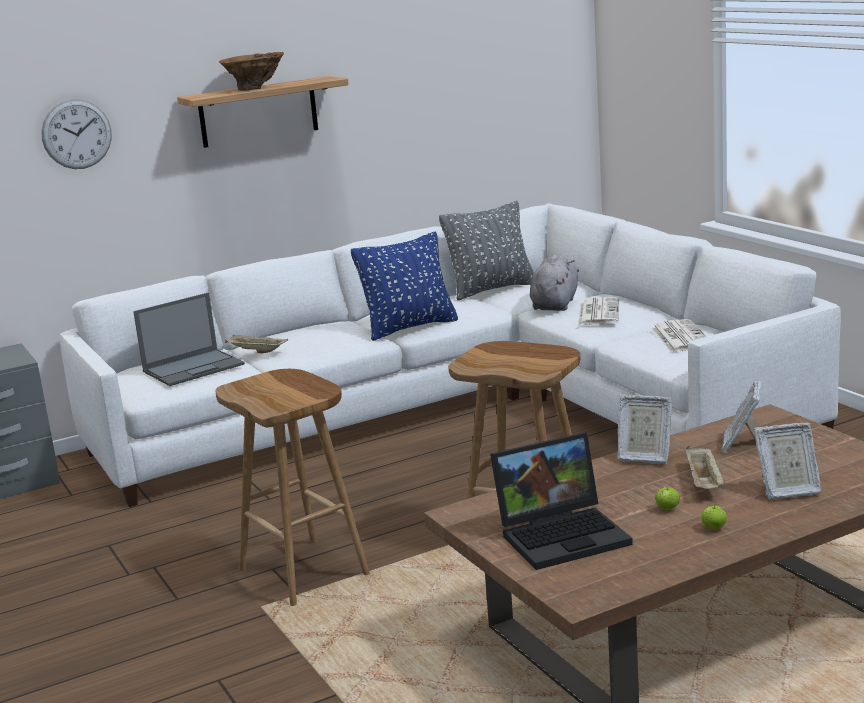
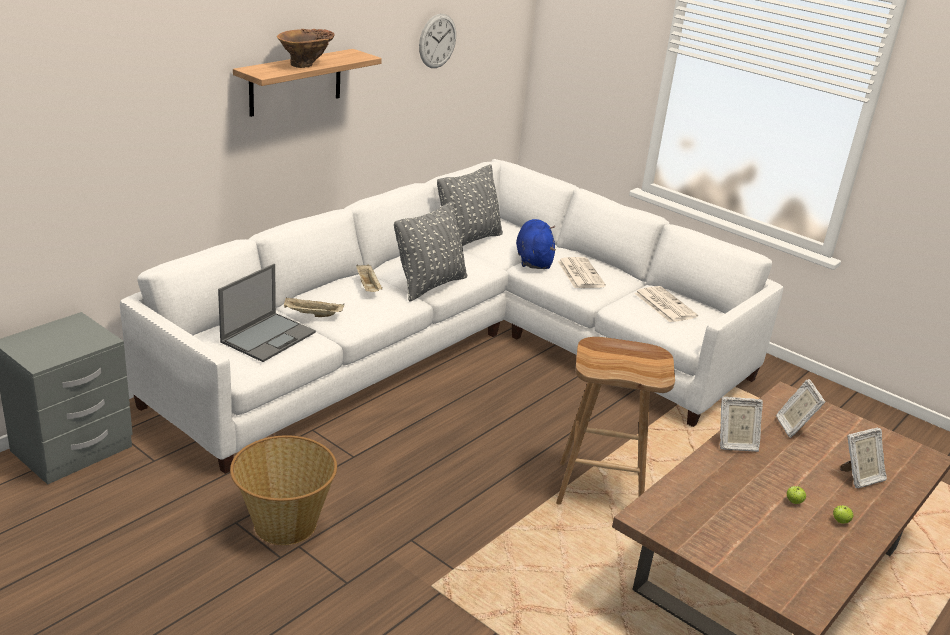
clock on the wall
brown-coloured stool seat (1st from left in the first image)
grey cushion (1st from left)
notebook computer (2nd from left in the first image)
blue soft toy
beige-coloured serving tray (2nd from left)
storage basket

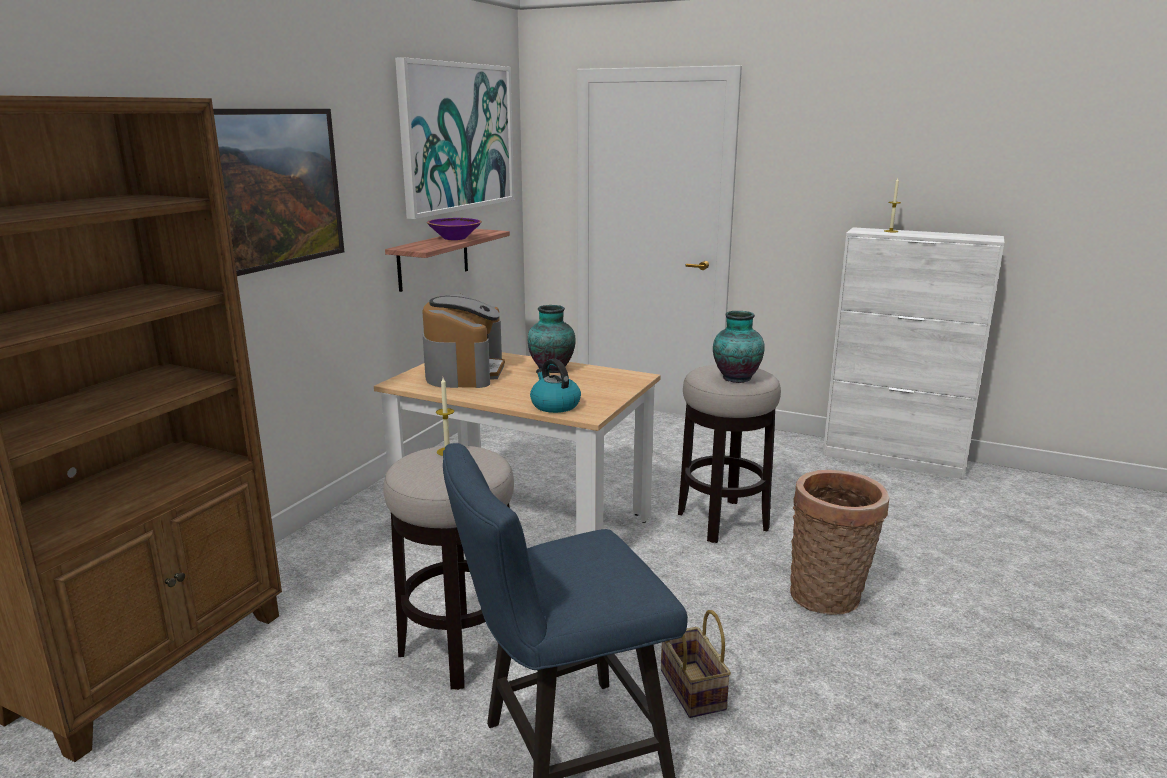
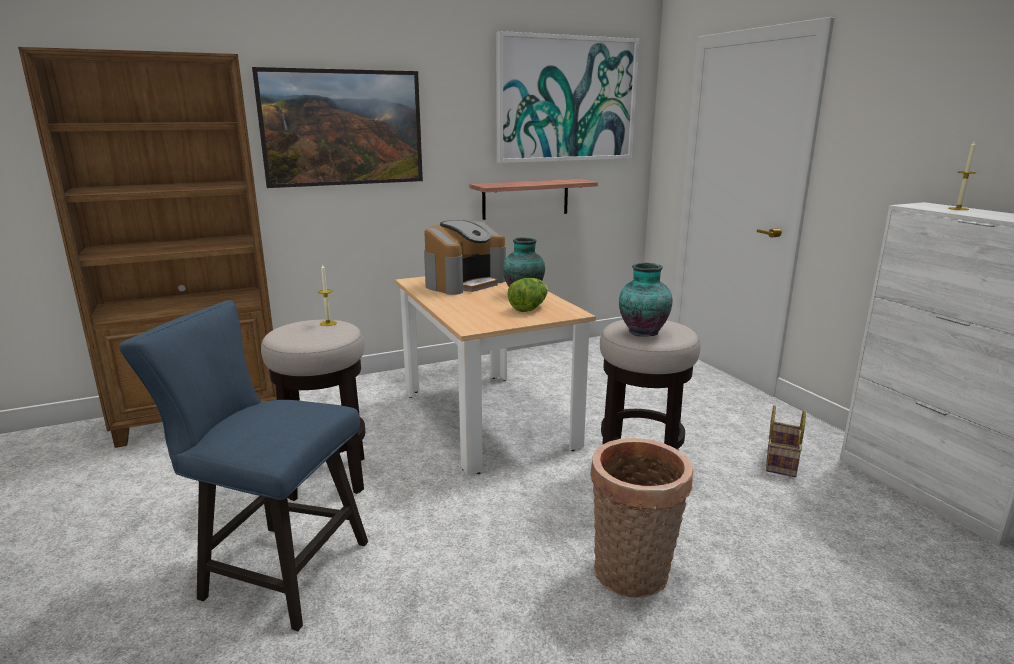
purple serving bowl
tea kettle
storage basket (2nd from left)
lettuce

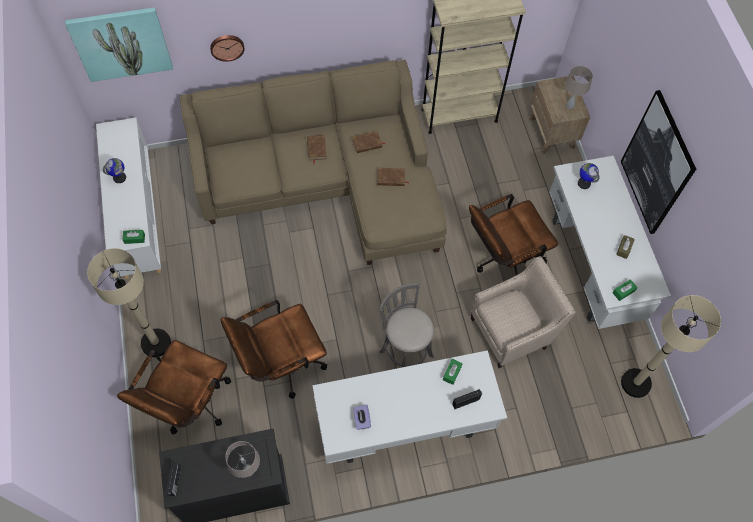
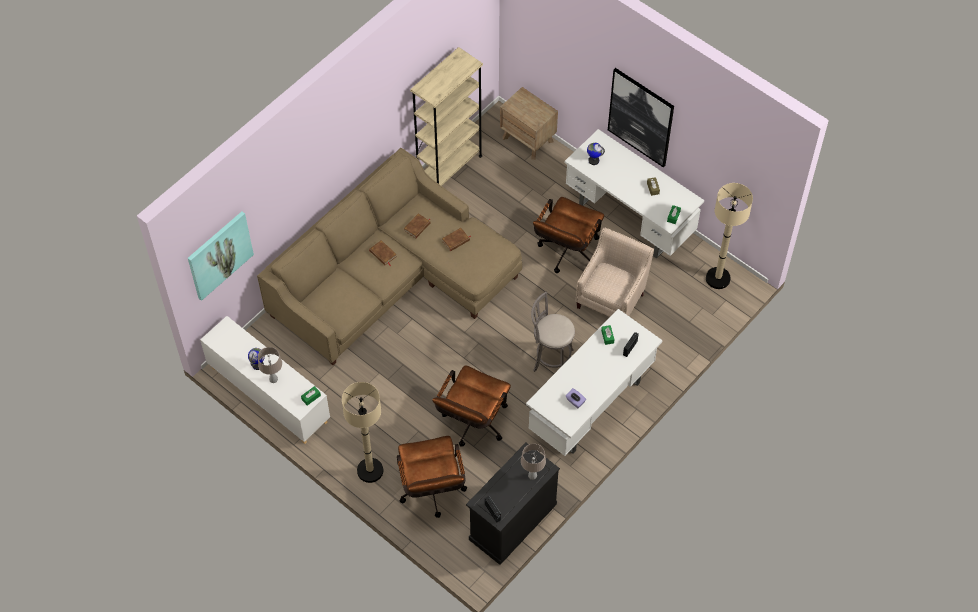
clock on the wall
beige-coloured table lamp (1st from left)

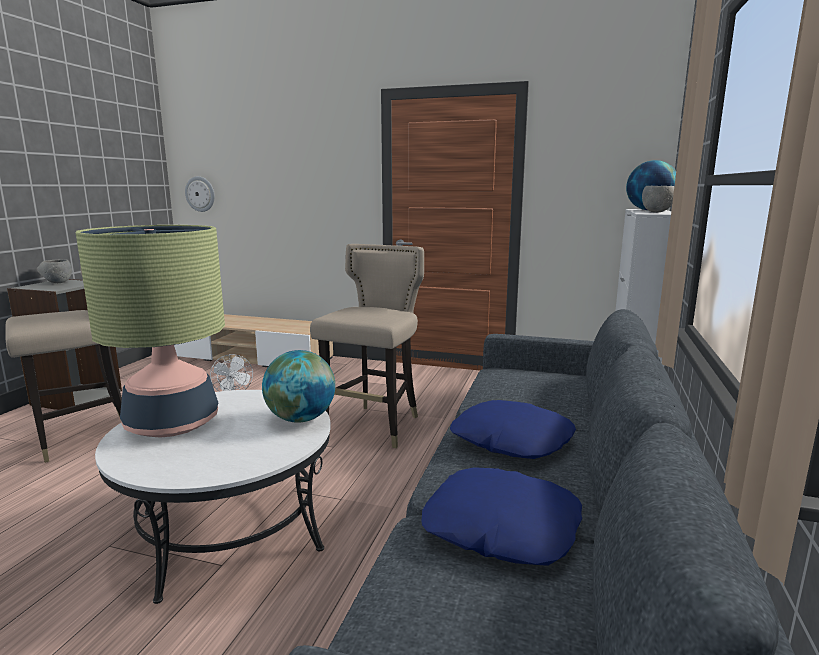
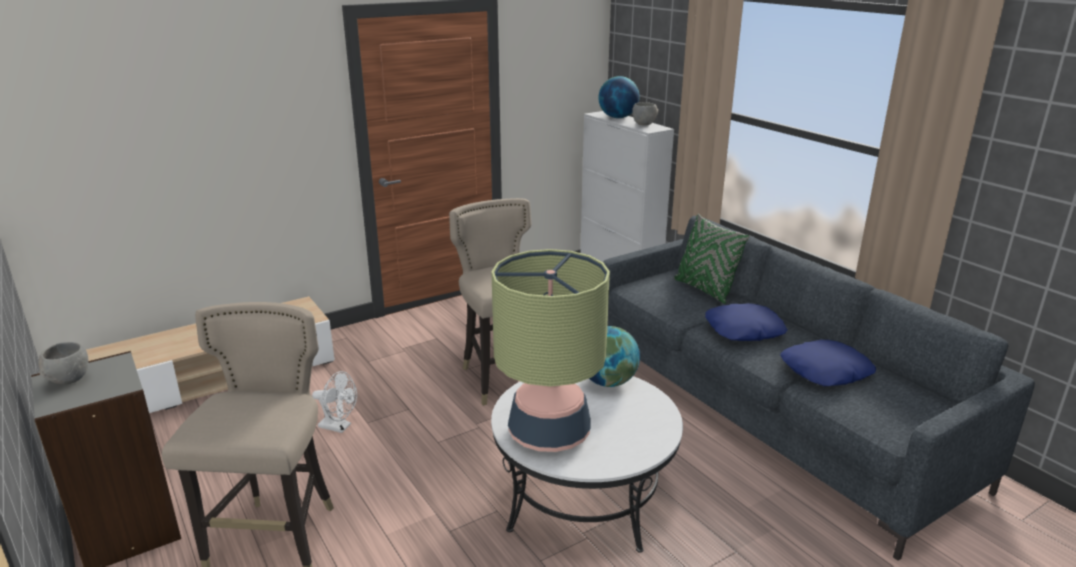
clock on the wall
green-coloured cushion

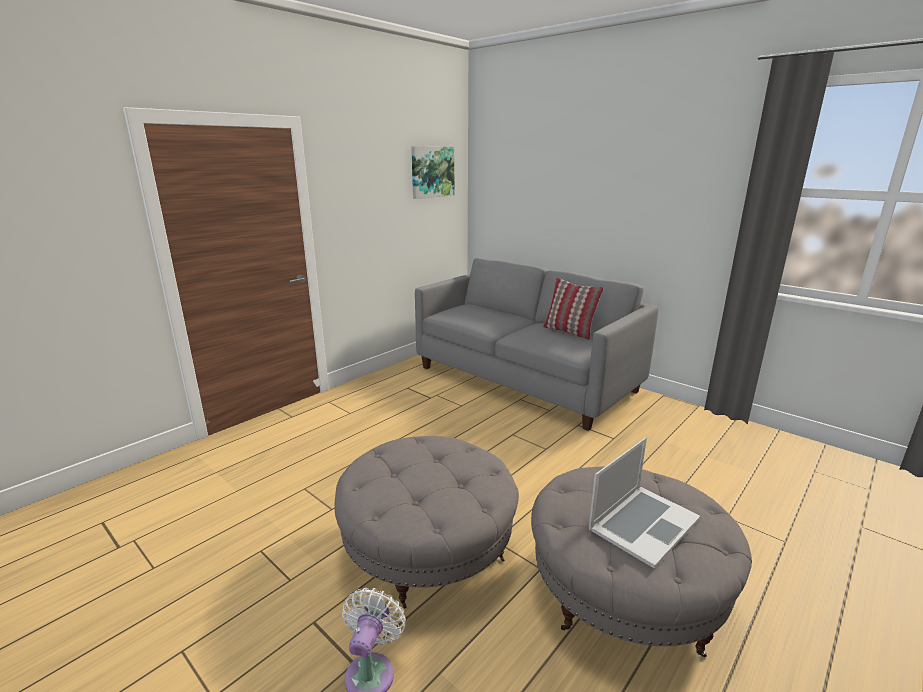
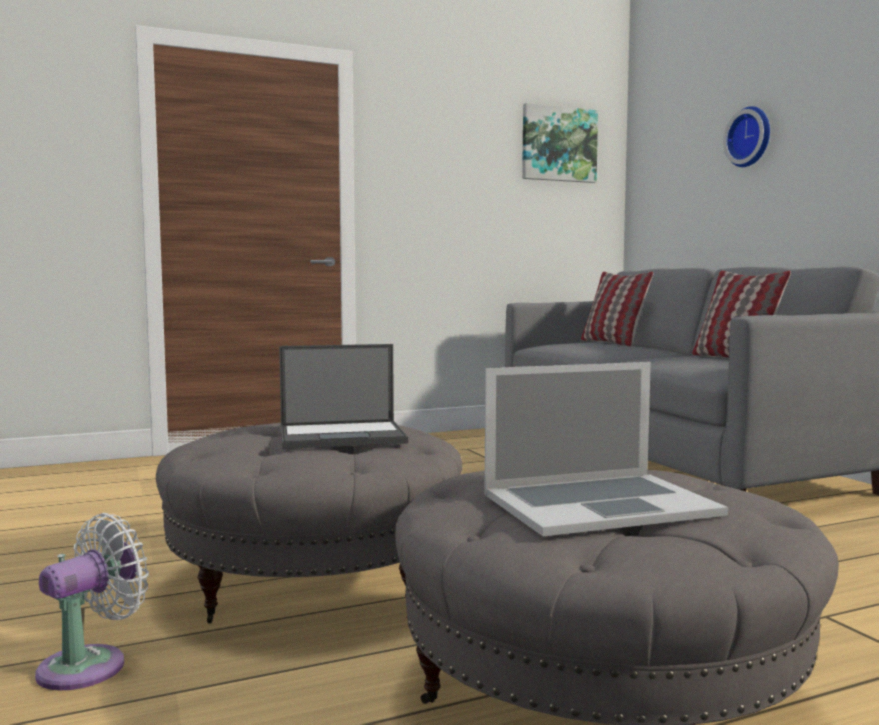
notebook computer (1st from left)
cushion (1st from left)
clock on the wall

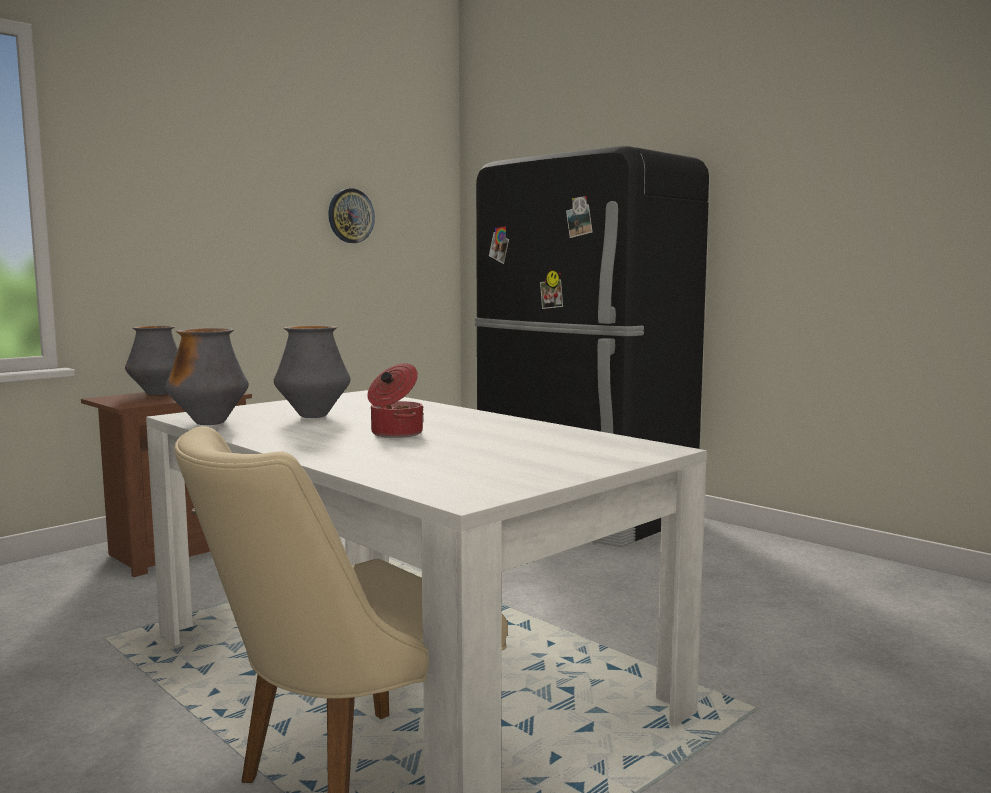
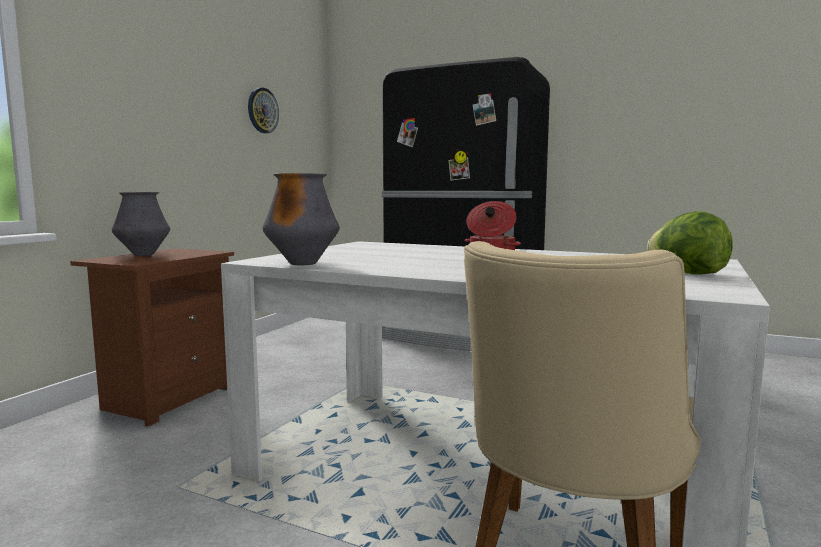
vase (3rd from left in the first image)
lettuce

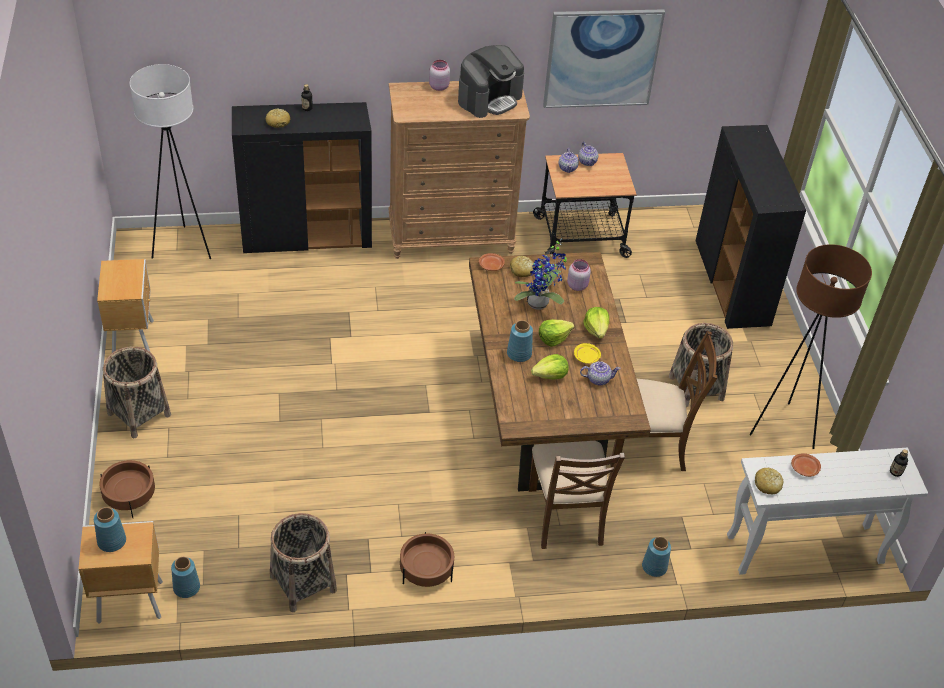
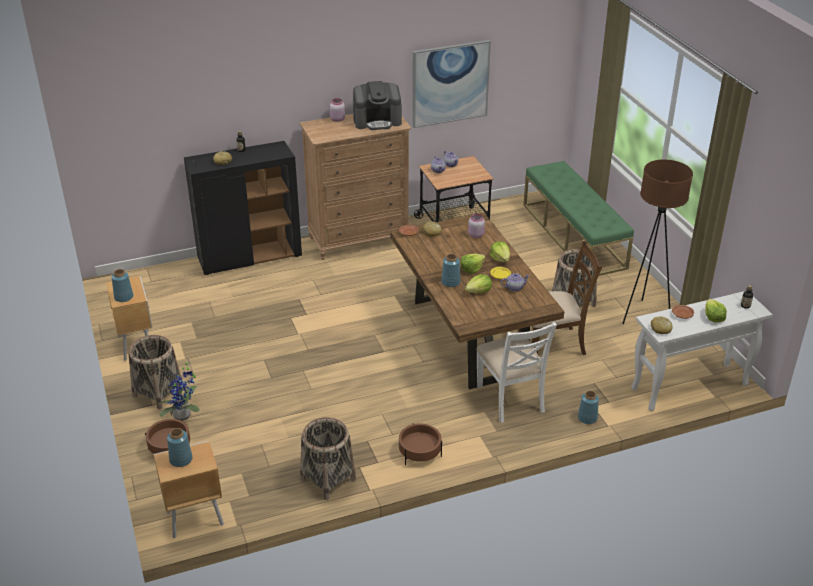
white floor lamp
blue vase (1st from left)
coffee brewer
houseplant
white plain chair
green-coloured indoor bench
lettuce (4th from left)

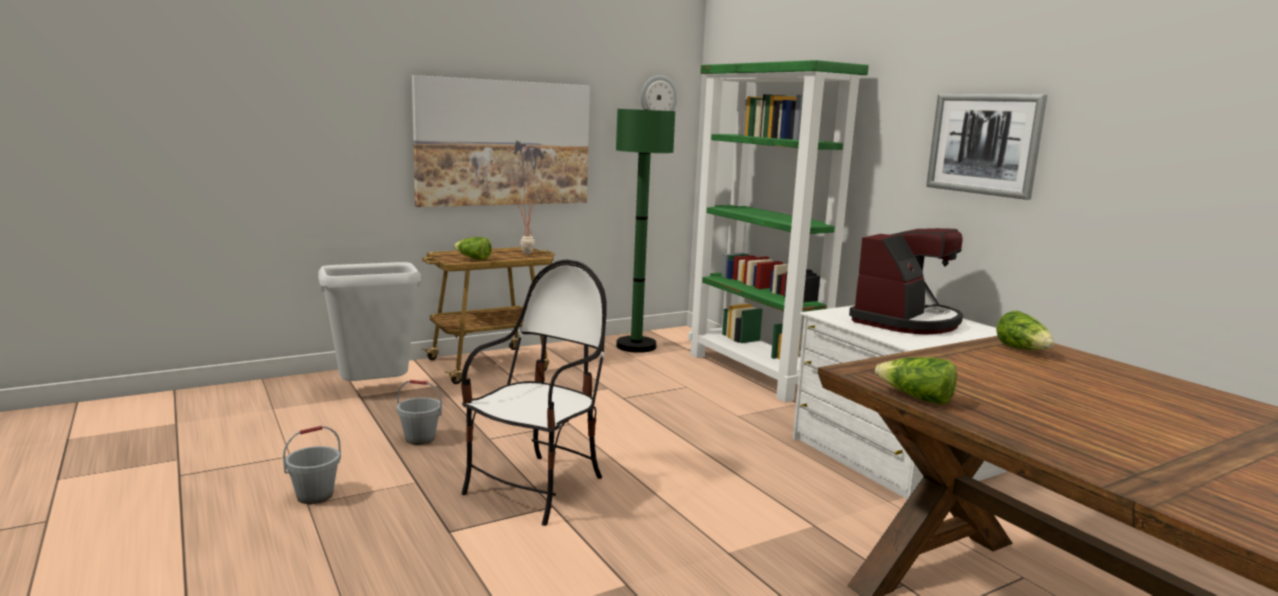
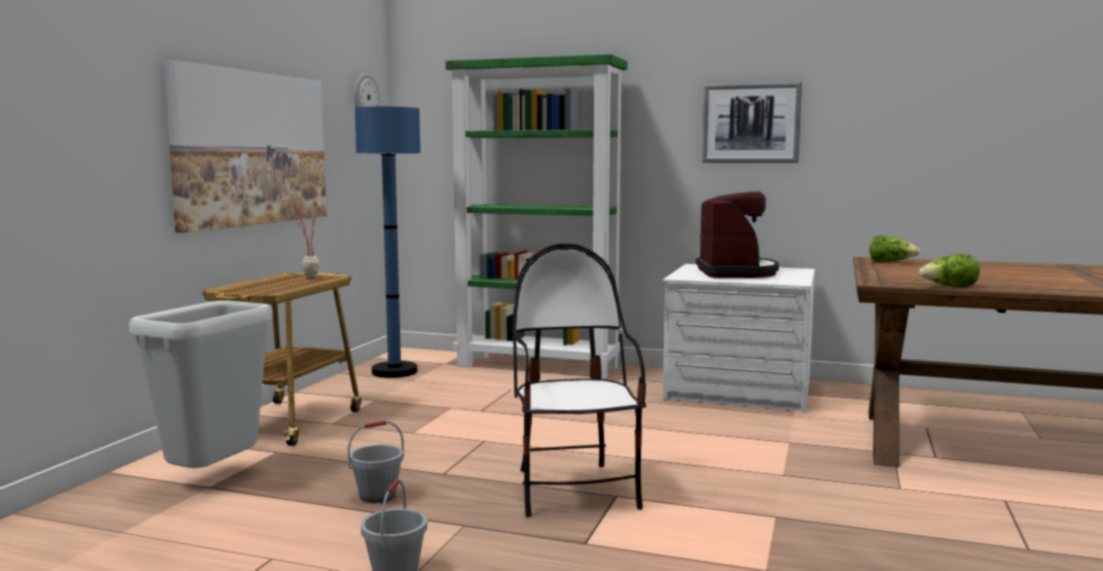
lettuce (1st from left in the first image)
blue floor lamp

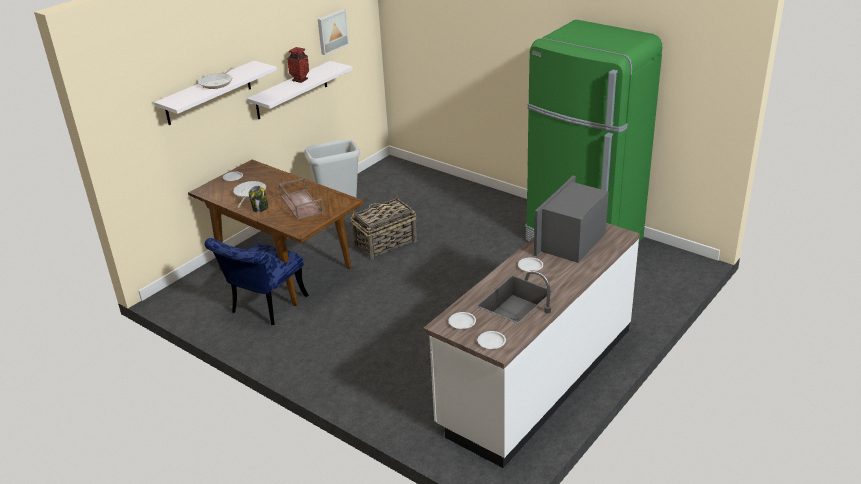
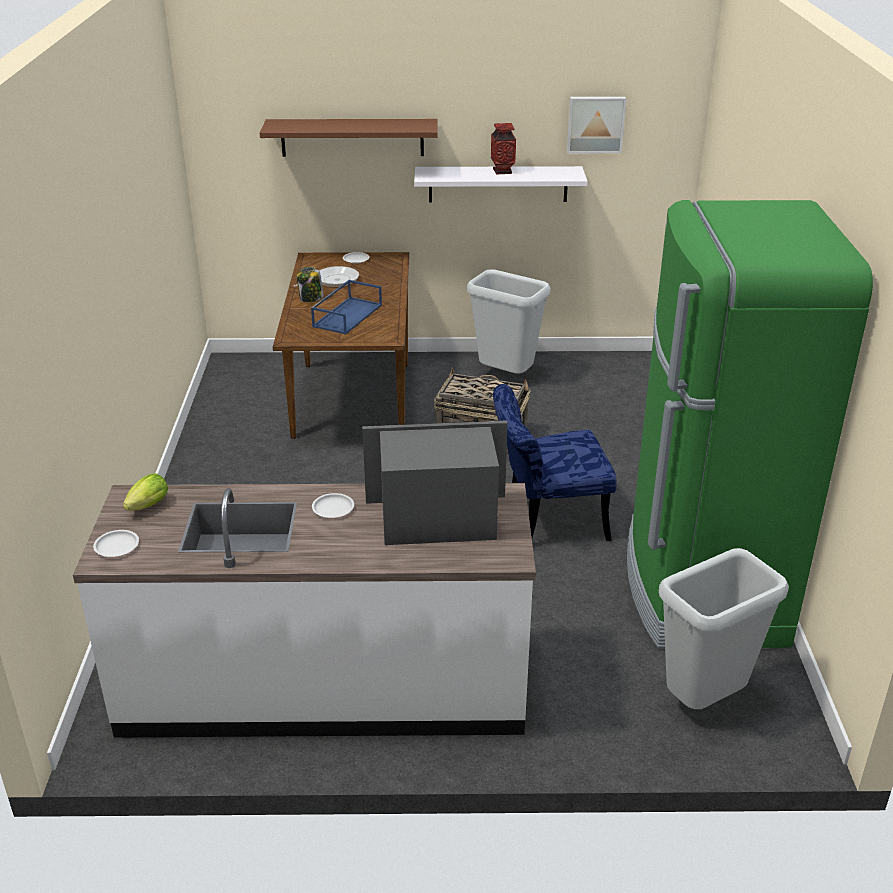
brown-coloured wall shelf
pan (1st from left in the first image)
blue plain chair
blue serving tray
lettuce
grey trash can (2nd from left)

